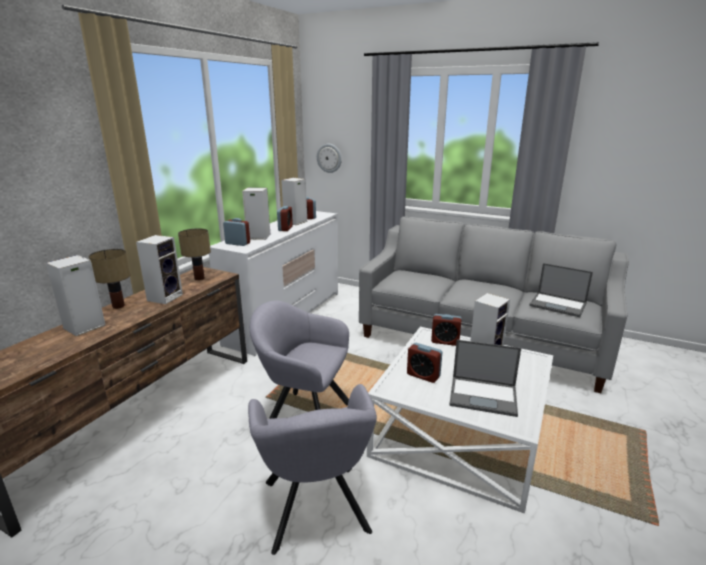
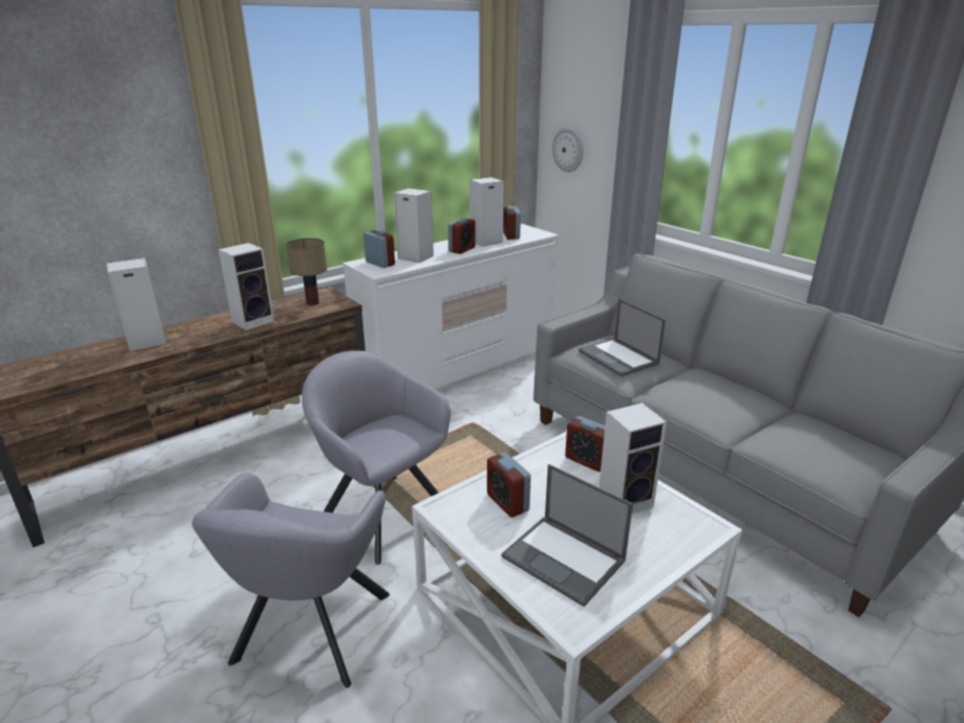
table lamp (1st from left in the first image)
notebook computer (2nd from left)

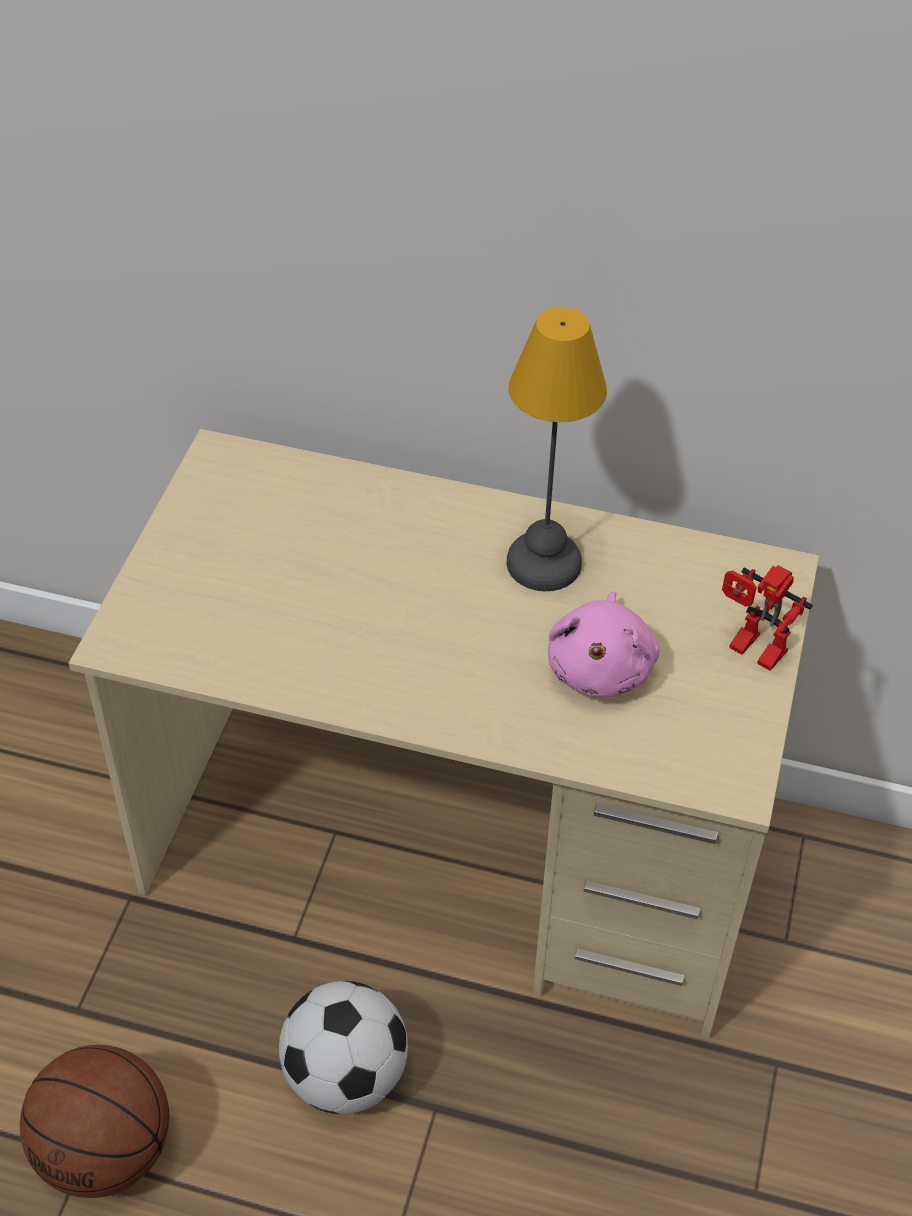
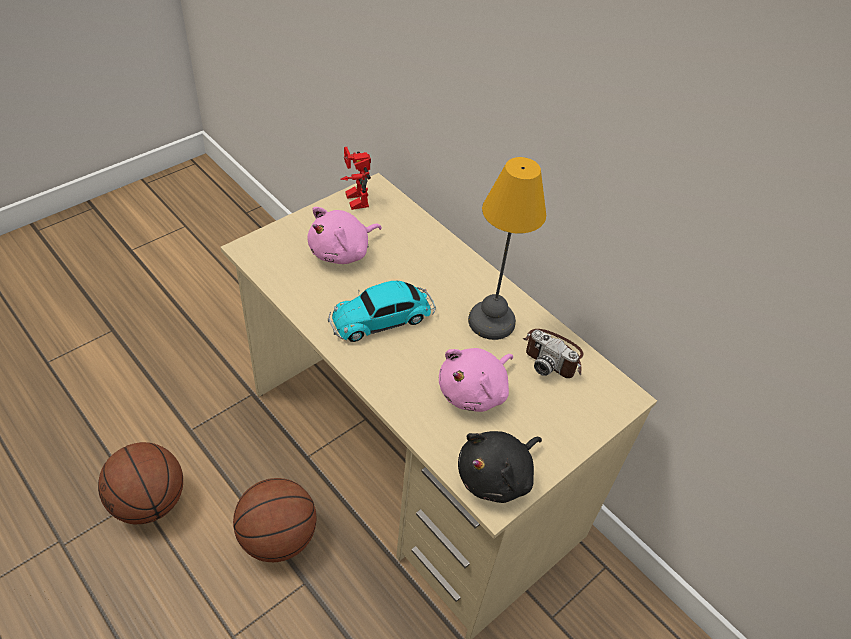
basketball ball (2nd from left)
robot figure
pinkish soft toy (1st from left)
miniature car
black soft toy
photo camera

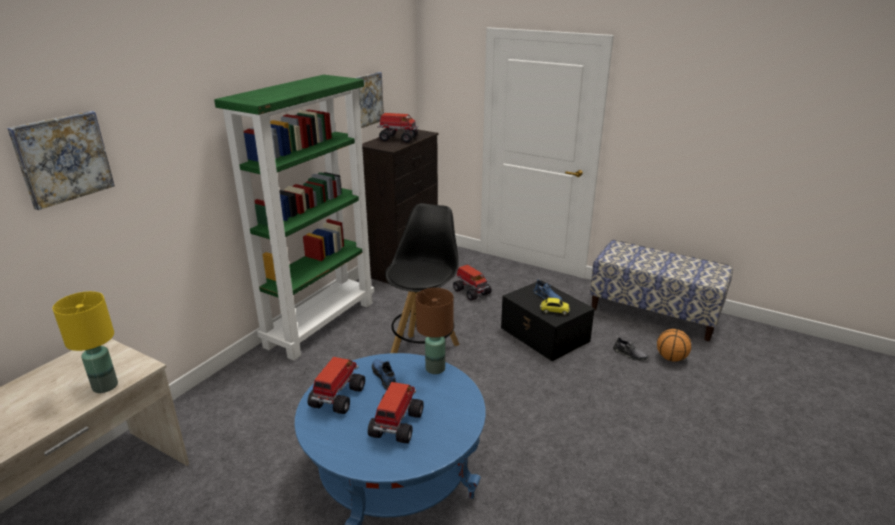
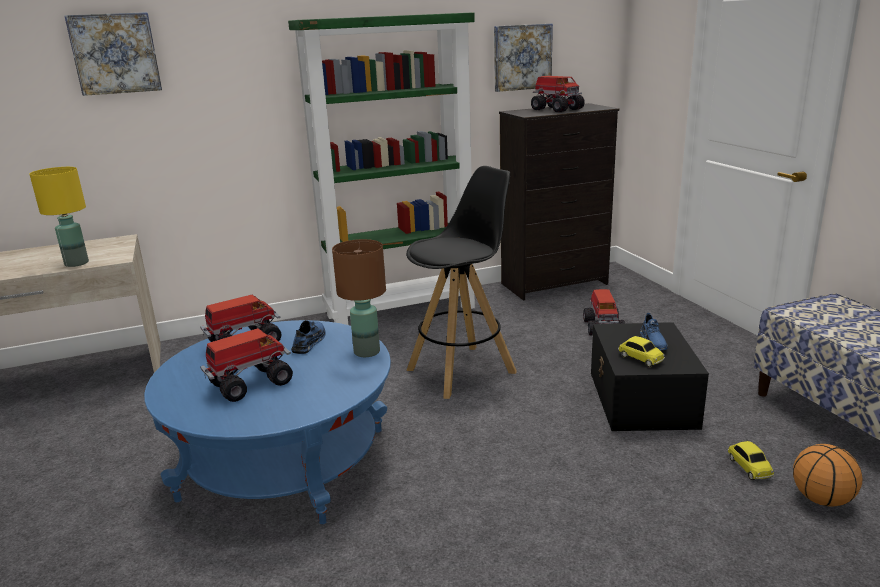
miniature car (2nd from left)

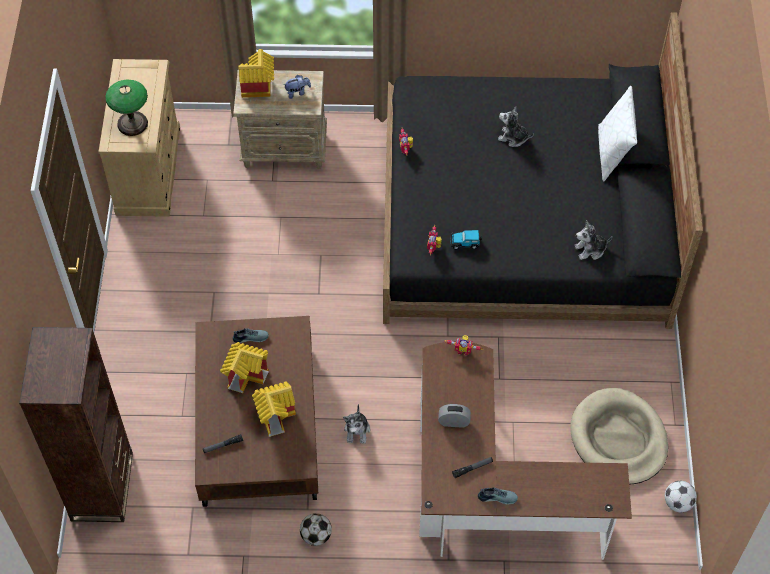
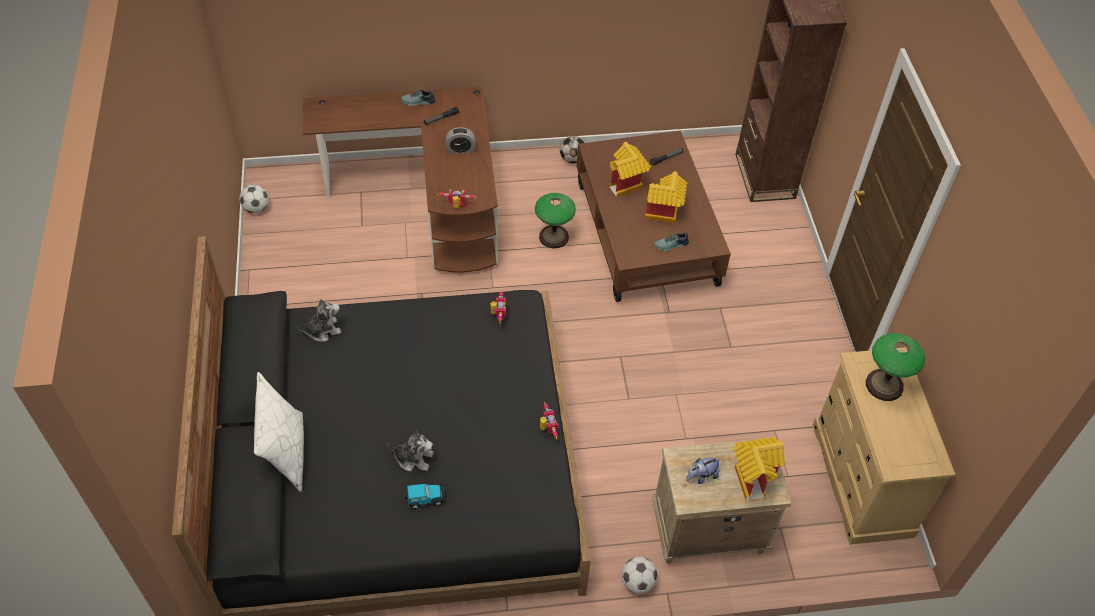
table lamp (1st from left)
miniature car
beige-coloured pet bed
ball for football (3rd from left)

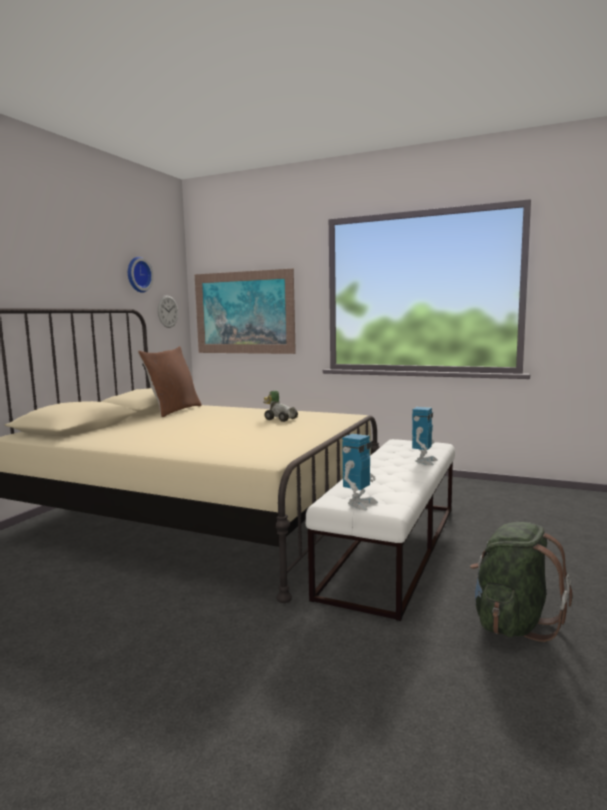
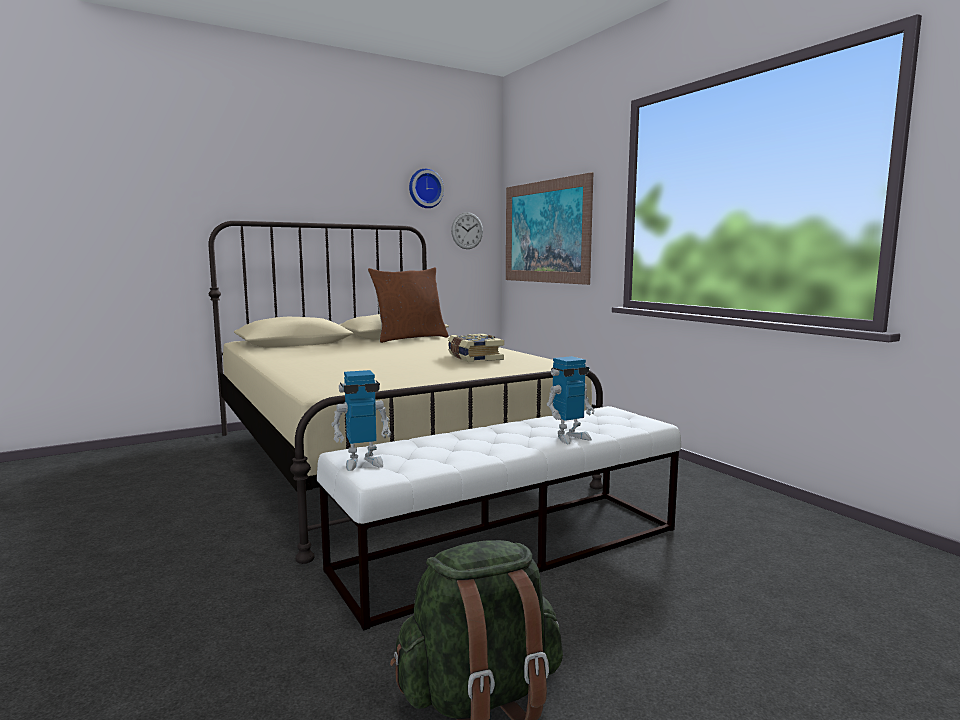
volume

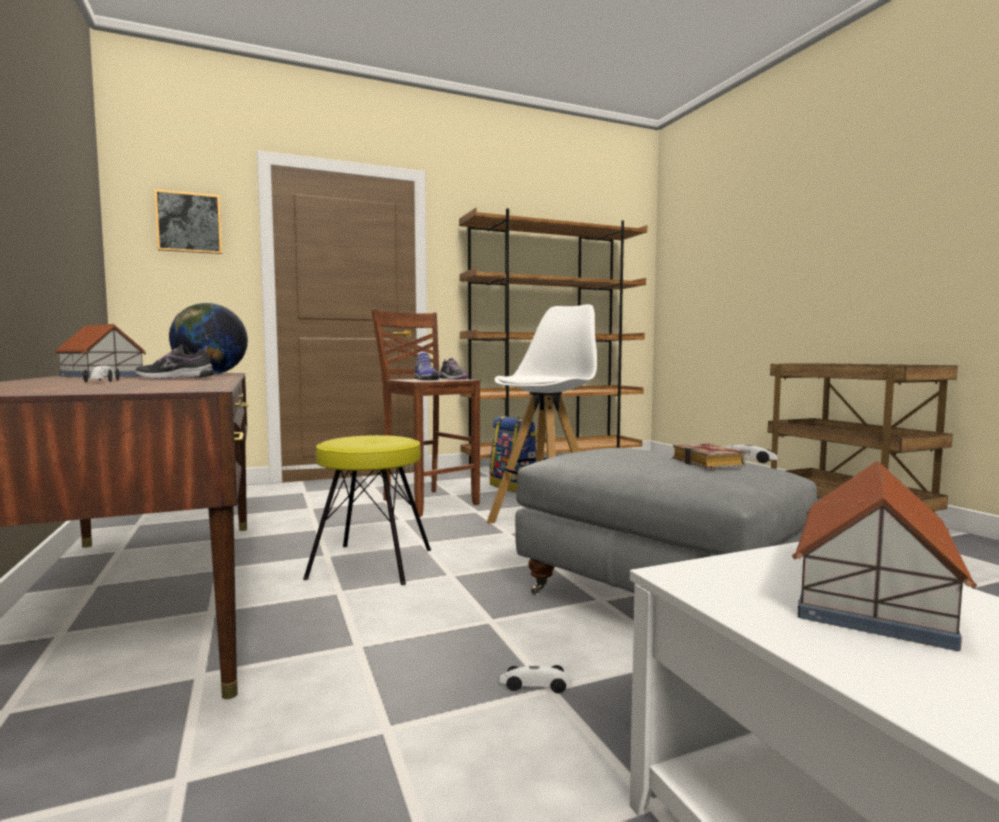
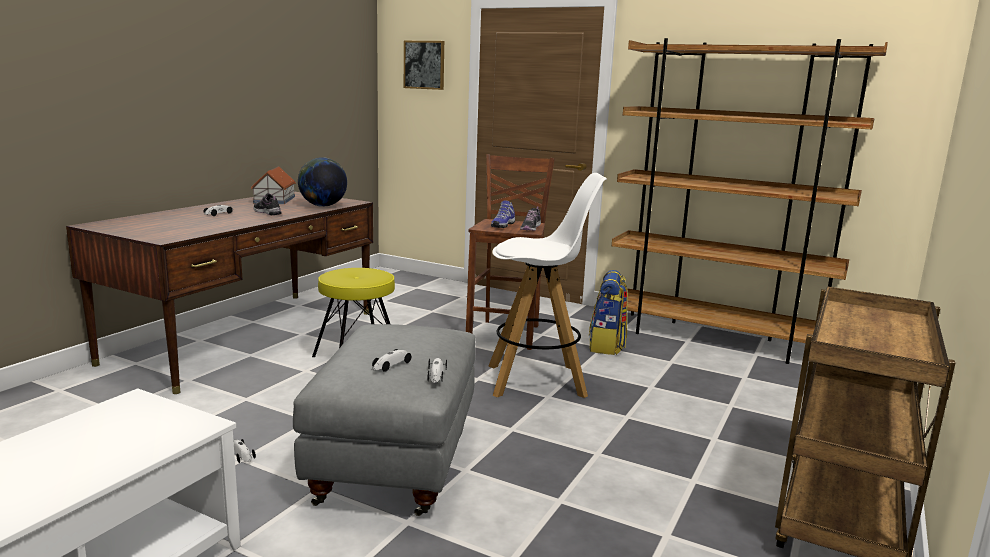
miniature car (3rd from left)
miniature house (2nd from left in the first image)

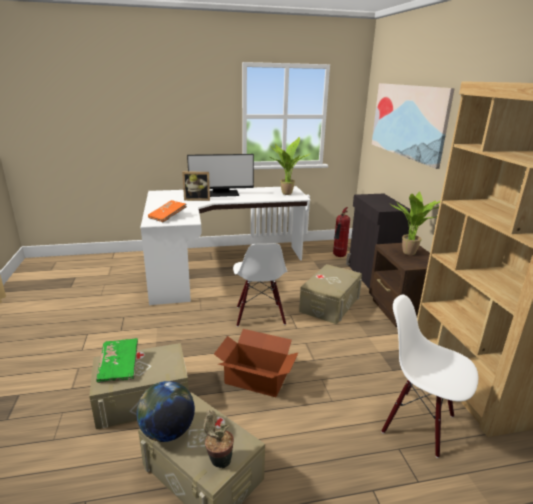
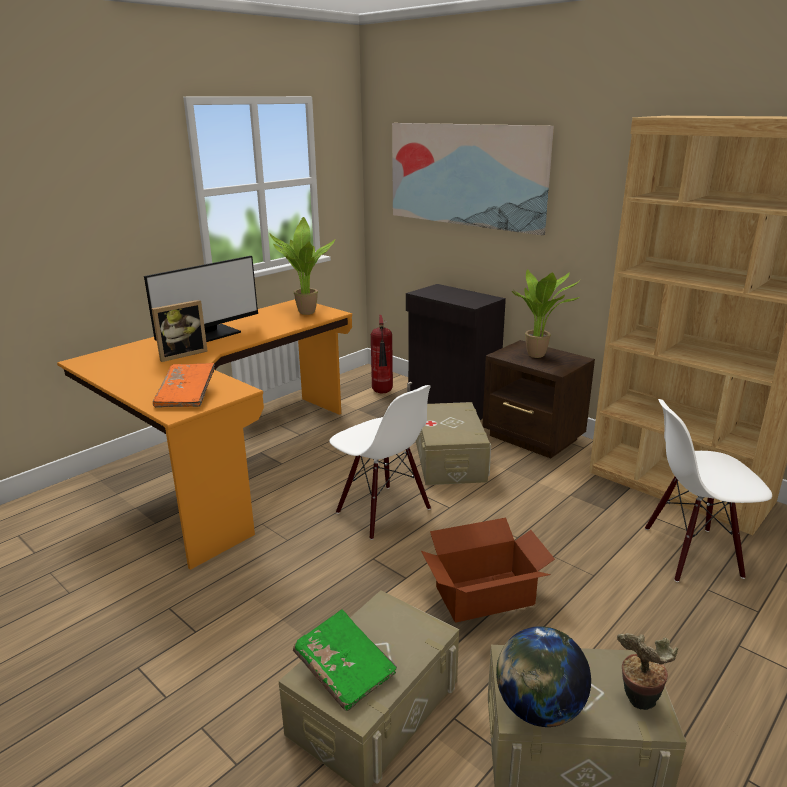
orange desk table

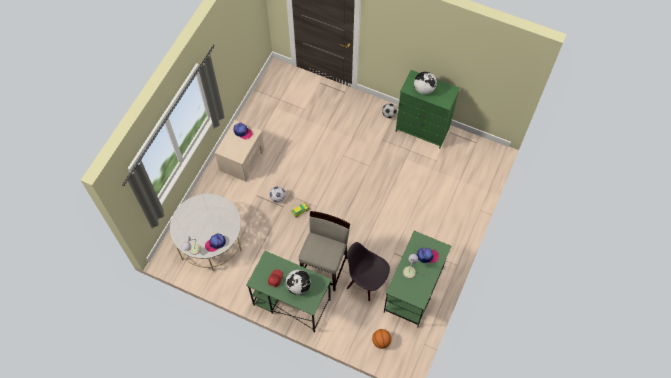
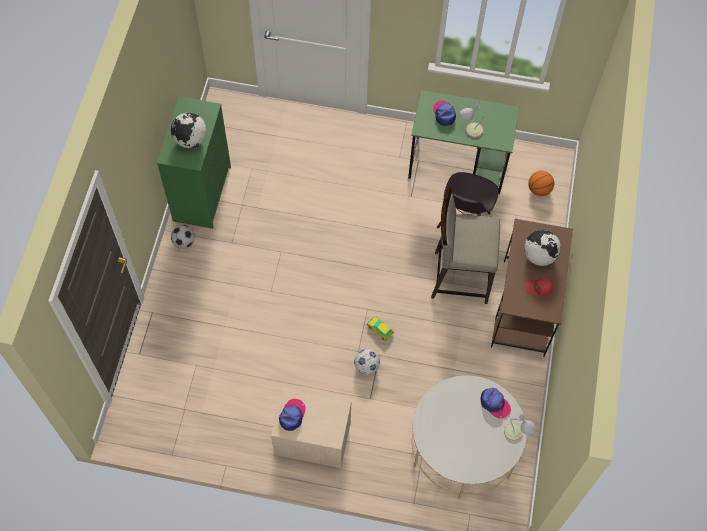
brown-coloured desk table

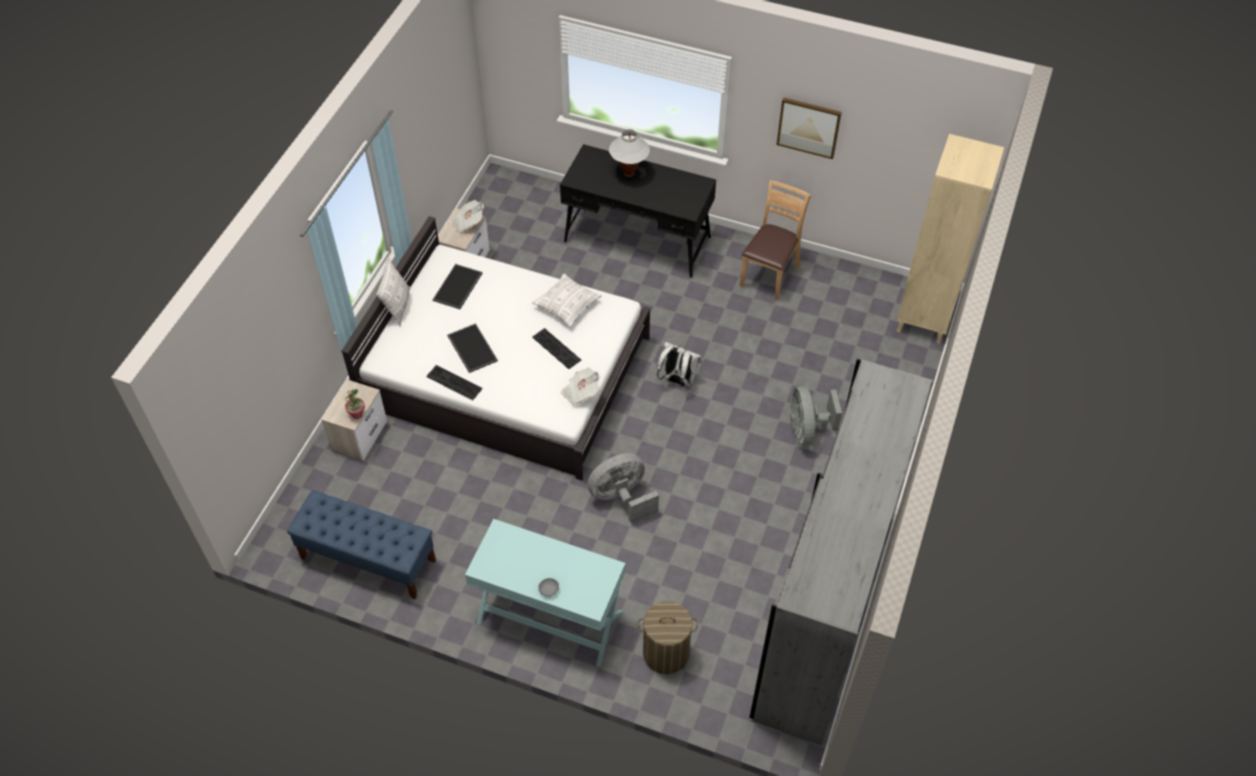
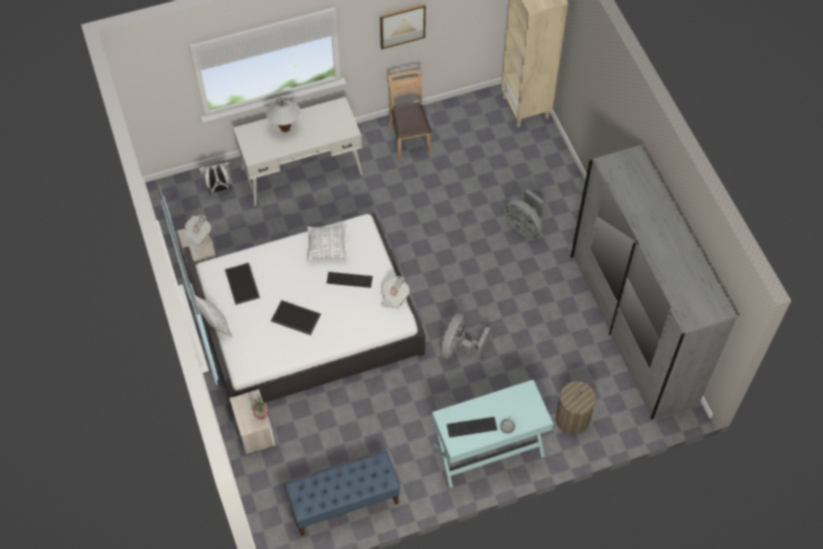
PC keyboard (2nd from left)
white desk table
white rucksack

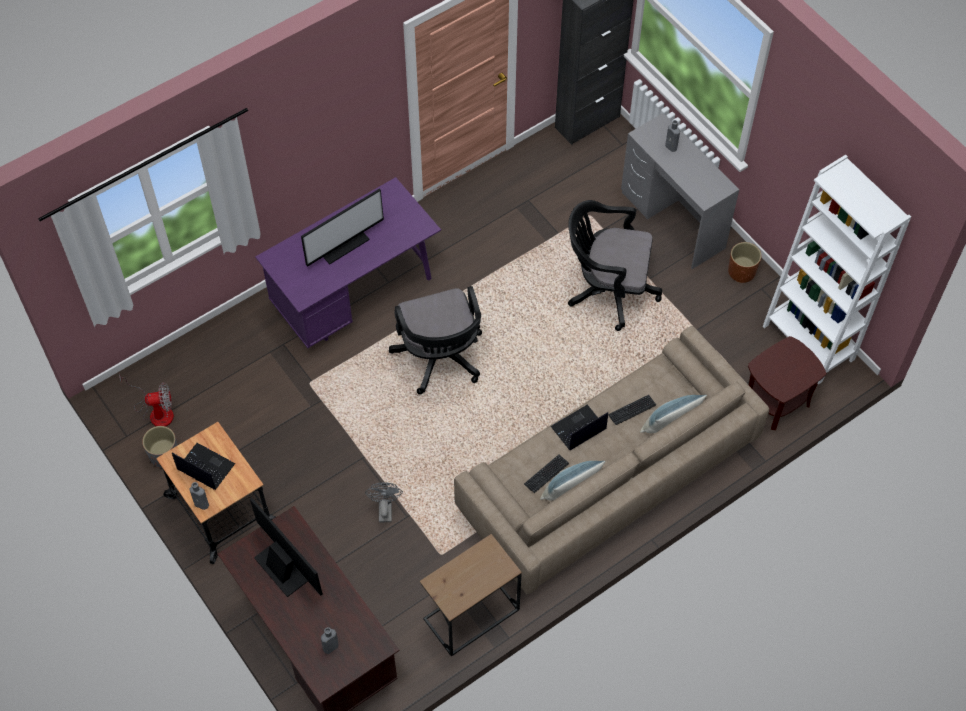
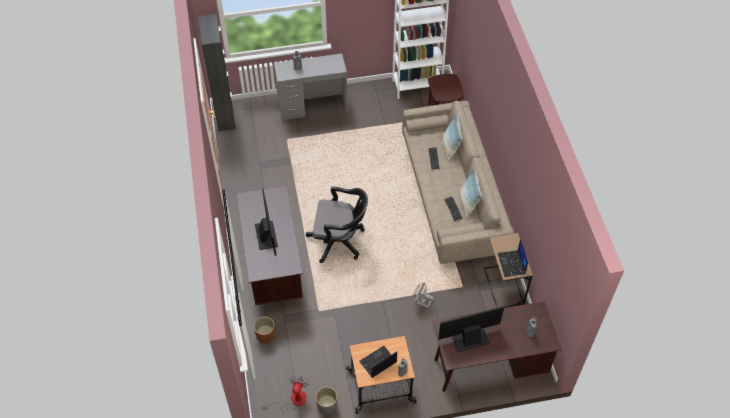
brown-coloured desk table (1st from left)
notebook computer (2nd from left)
black desk chair (2nd from left in the first image)
brown-coloured planter

